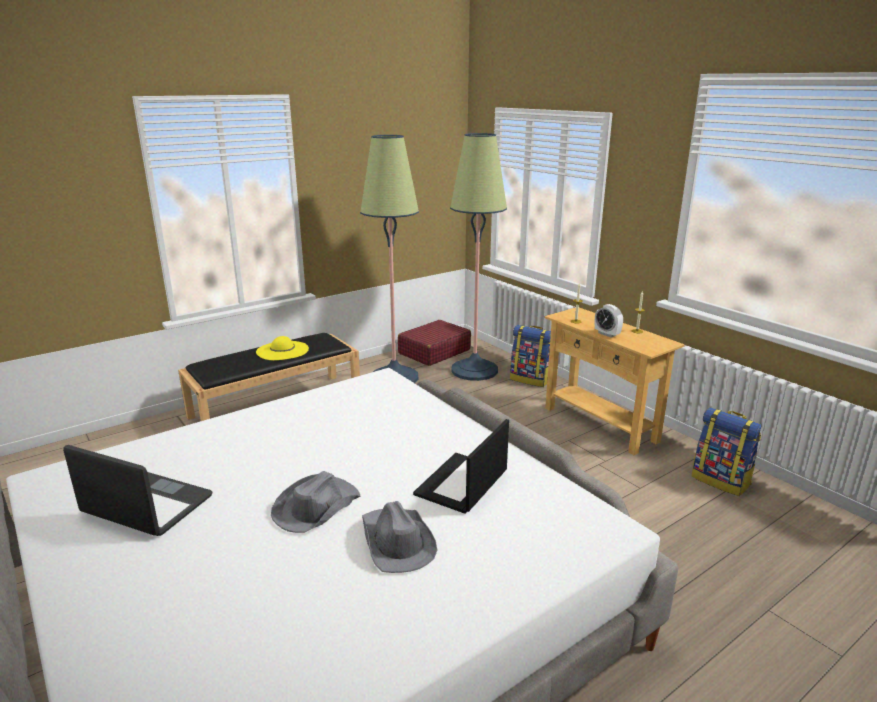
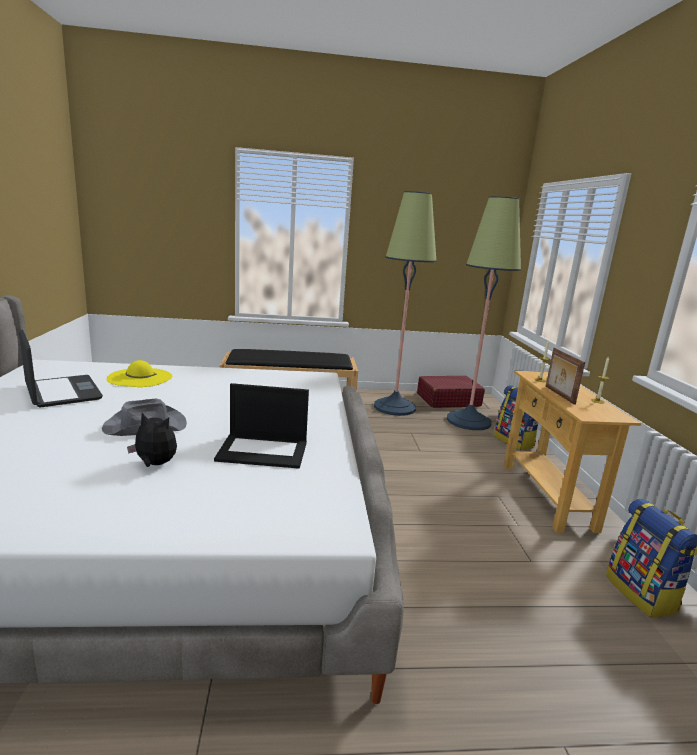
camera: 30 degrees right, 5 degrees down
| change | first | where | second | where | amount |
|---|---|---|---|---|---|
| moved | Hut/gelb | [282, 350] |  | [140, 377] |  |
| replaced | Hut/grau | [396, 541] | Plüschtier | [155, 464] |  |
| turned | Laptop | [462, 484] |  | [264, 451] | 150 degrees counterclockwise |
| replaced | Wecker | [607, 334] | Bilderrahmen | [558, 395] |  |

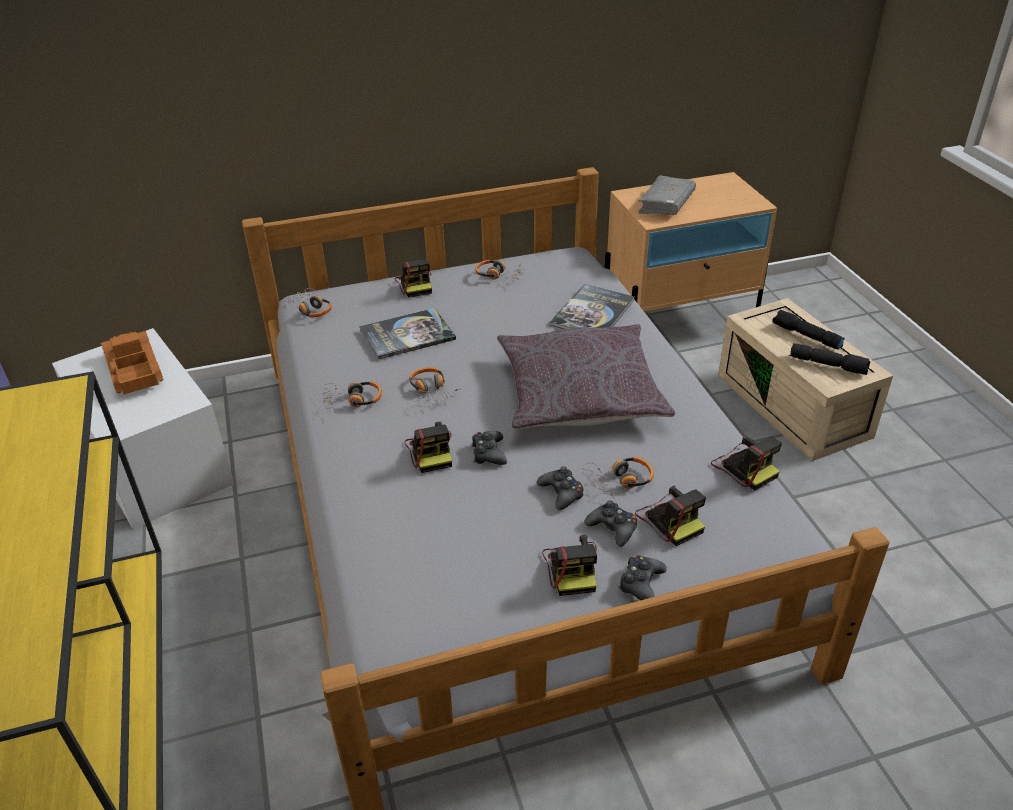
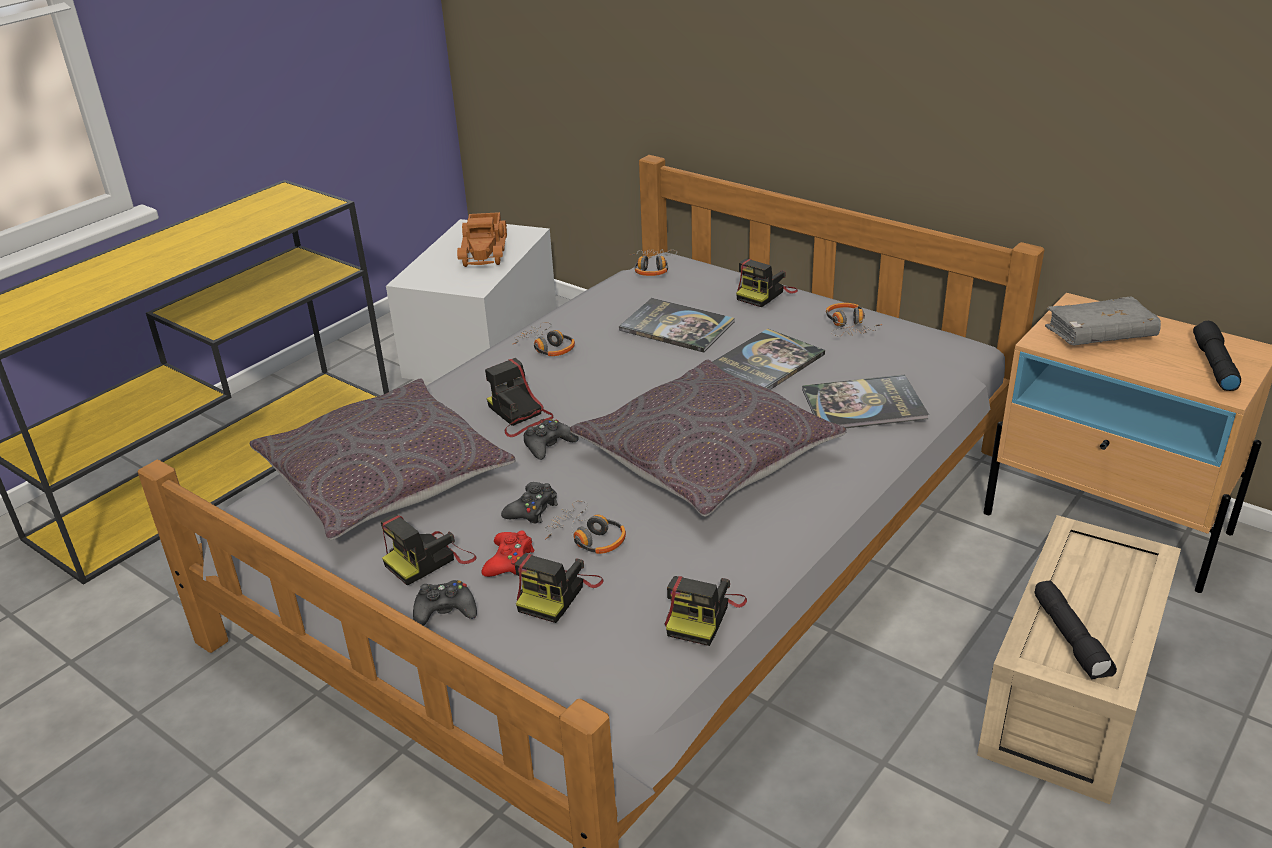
camera: 55 degrees right, 5 degrees down
| change | first | where | second | where | amount |
|---|---|---|---|---|---|
| turned | Spielzeuglaster | [133, 371] |  | [485, 250] | 150 degrees clockwise |
| turned | Kamera | [431, 451] |  | [518, 415] | 105 degrees clockwise |
| removed | Kopfhörer | [431, 391] |  |  |  |
| recoloured | Gamepad/schwarz | [613, 528] | Gamepad/rot | [509, 561] |  |
| moved | Taschenlampe/schwarz | [805, 336] |  | [1213, 365] |  |
| added |  |  | Kissen/grau | [384, 476] |  |
| added |  |  | Buch | [765, 362] |  |

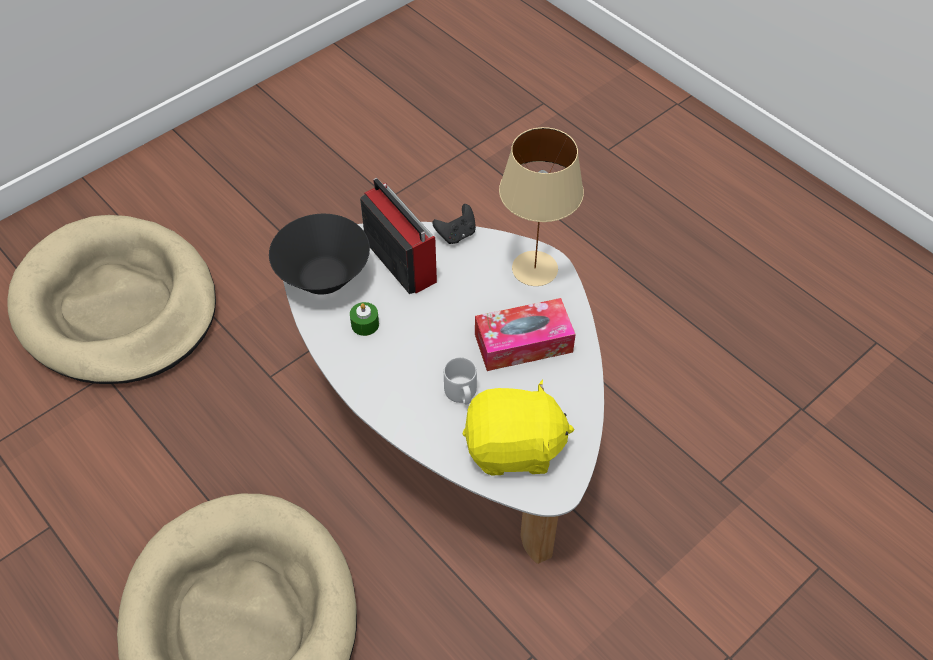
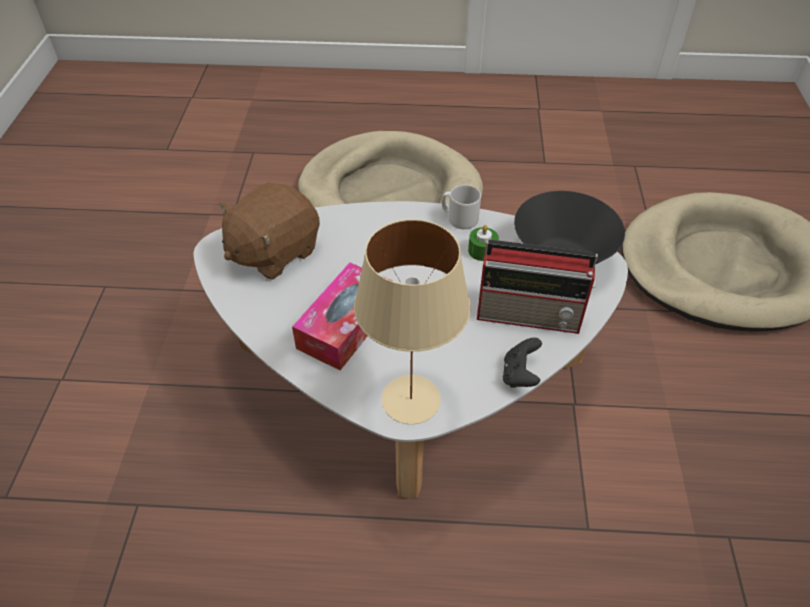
camera: 135 degrees right, 5 degrees down
| change | first | where | second | where | amount |
|---|---|---|---|---|---|
| moved | Henkelbecher/grau | [461, 393] |  | [459, 218] |  |
| recoloured | Plüschtier/gelb | [514, 448] | Plüschtier/braun | [273, 252] |  |

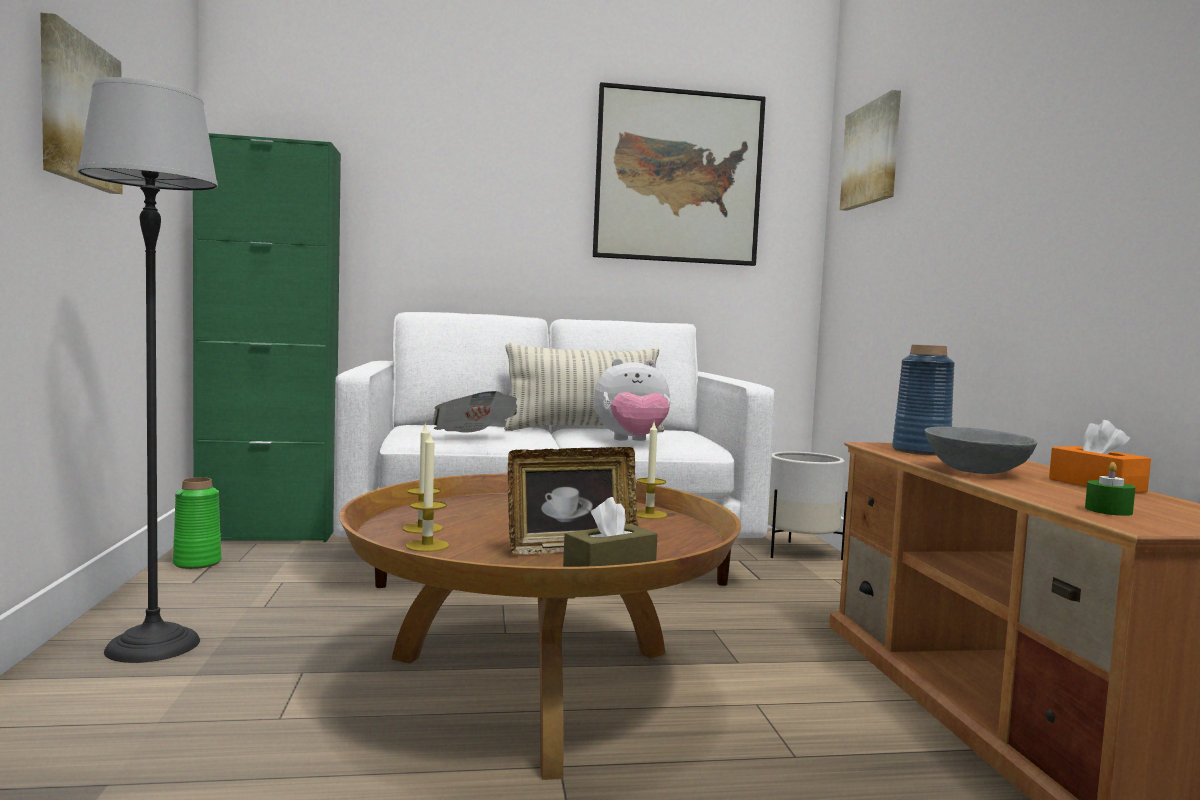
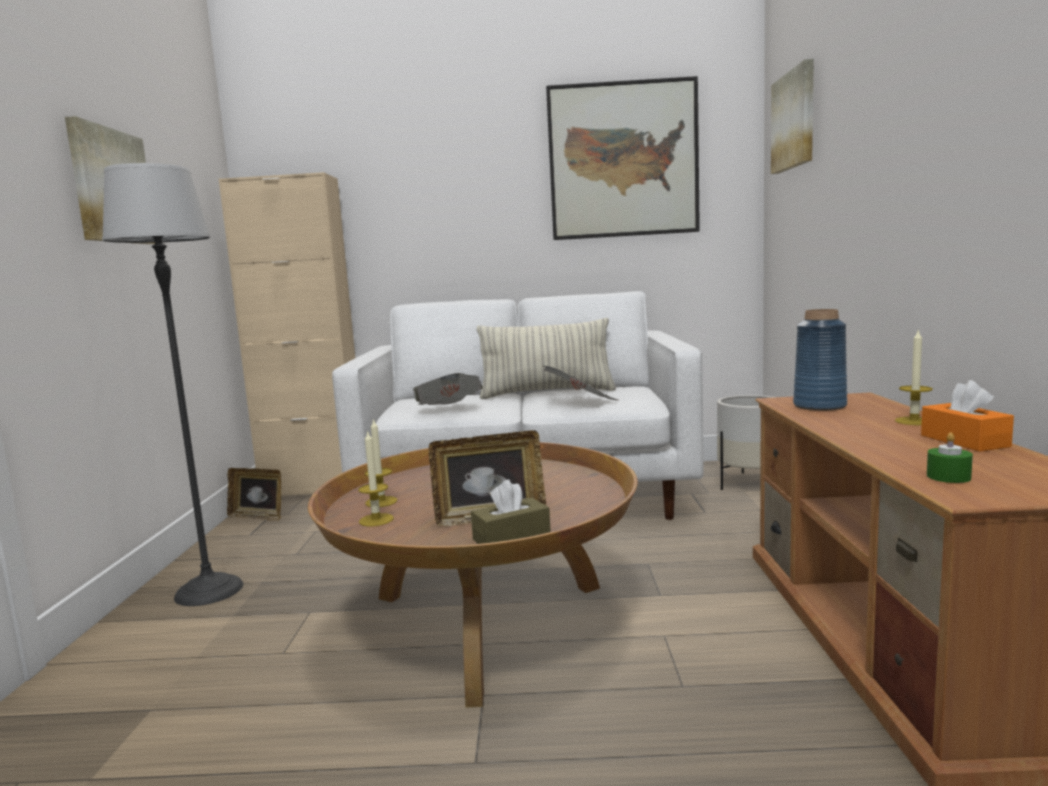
camera: 10 degrees right, 5 degrees up
| change | first | where | second | where | amount |
|---|---|---|---|---|---|
| replaced | Vase/grün | [197, 563] | Bilderrahmen | [258, 516] |  |
| recoloured | Schrank/grün | [267, 535] | Schrank/beige | [315, 488] |  |
| replaced | Plüschtier | [632, 441] | Zeitung | [581, 403] |  |
| moved | Kerze | [649, 514] |  | [914, 421] |  |
| removed | Schüssel/grau | [974, 471] |  |  |  |

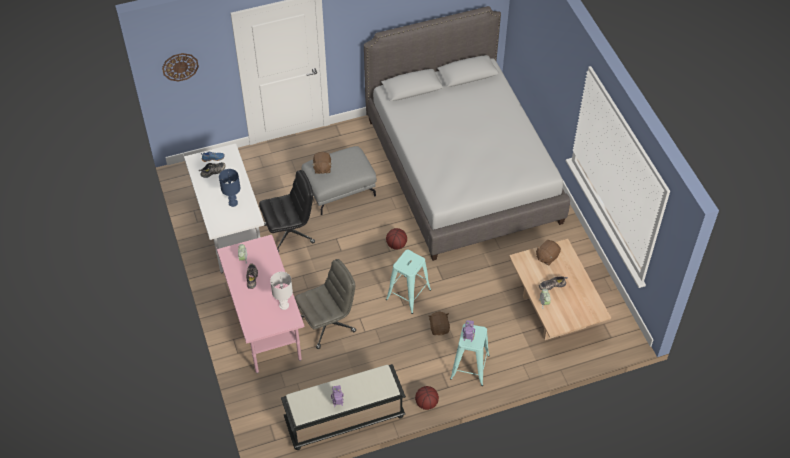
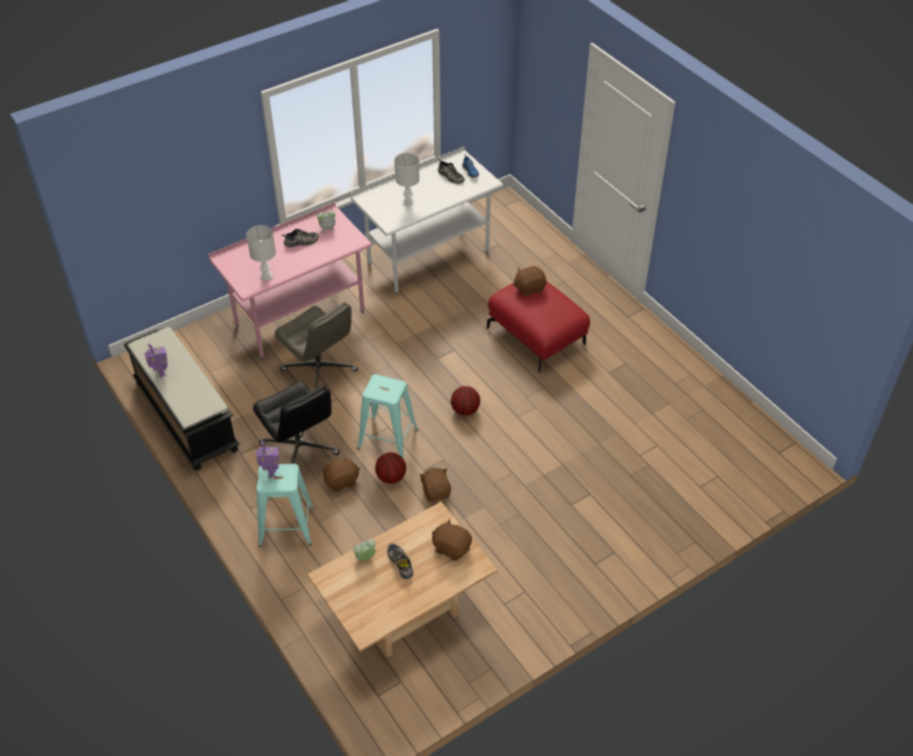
camera: 75 degrees right, 5 degrees down
| change | first | where | second | where | amount |
|---|---|---|---|---|---|
| removed | Wanduhr | [180, 66] |  |  |  |
| recoloured | Tischlampe/blau | [233, 203] | Tischlampe/weiß | [407, 202] |  |
| moved | Bürostuhl/schwarz | [290, 233] |  | [300, 449] |  |
| recoloured | Polsterhocker/grau | [339, 188] | Polsterhocker/rot | [537, 335] |  |
| removed | Bett/grau | [462, 170] |  |  |  |
| moved | Basketball | [426, 403] |  | [391, 477] |  |
| added |  |  | Plüschtier/braun | [436, 491] |  |

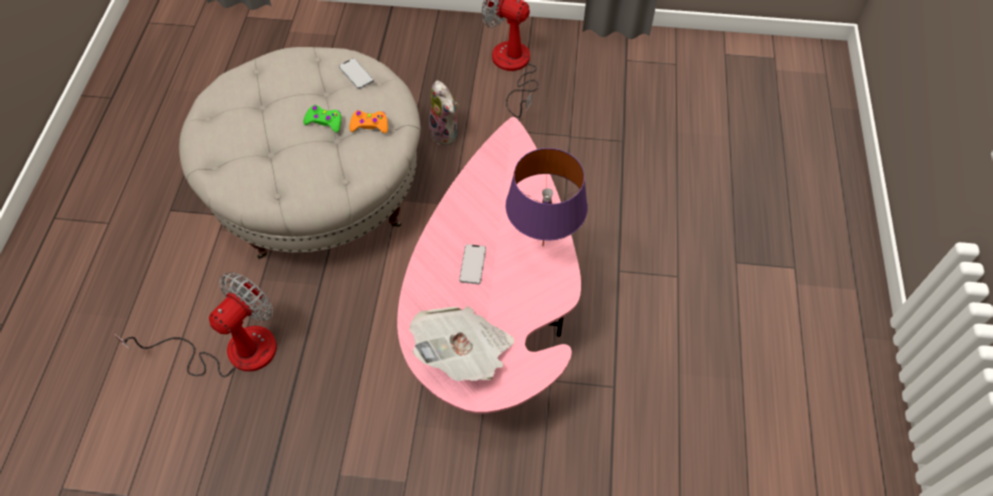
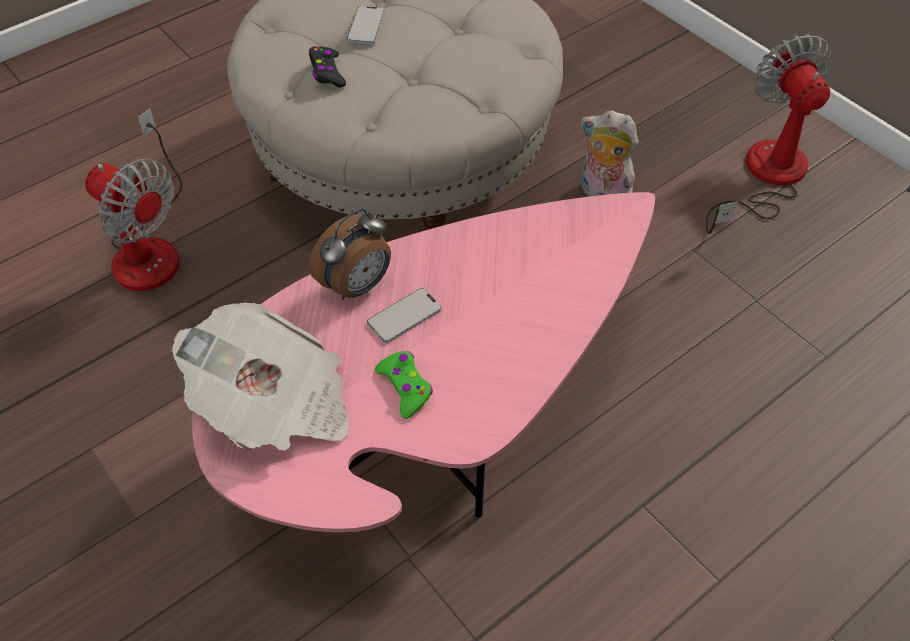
camera: 45 degrees right, 5 degrees down
| change | first | where | second | where | amount |
|---|---|---|---|---|---|
| turned | Ventilator | [233, 350] |  | [150, 246] | 45 degrees clockwise |
| moved | Gamepad/grün | [324, 122] |  | [405, 387] |  |
| moved | Handy | [356, 74] |  | [366, 26] |  |
| removed | Gamepad/orange | [369, 125] |  |  |  |
| turned | Plüschtier | [446, 133] |  | [602, 194] | 105 degrees clockwise |
| removed | Tischlampe/lila | [543, 246] |  |  |  |
| added |  |  | Gamepad/schwarz | [327, 72] |  |
| added |  |  | Wecker | [357, 286] |  |

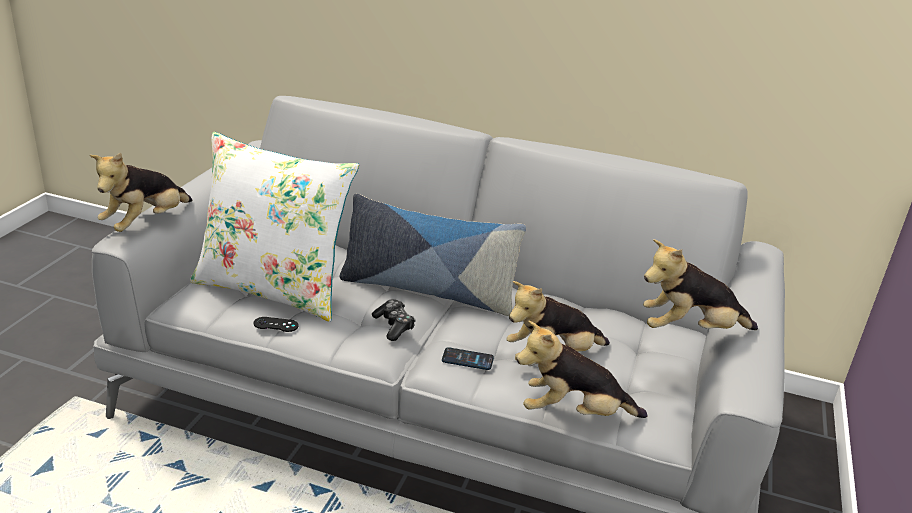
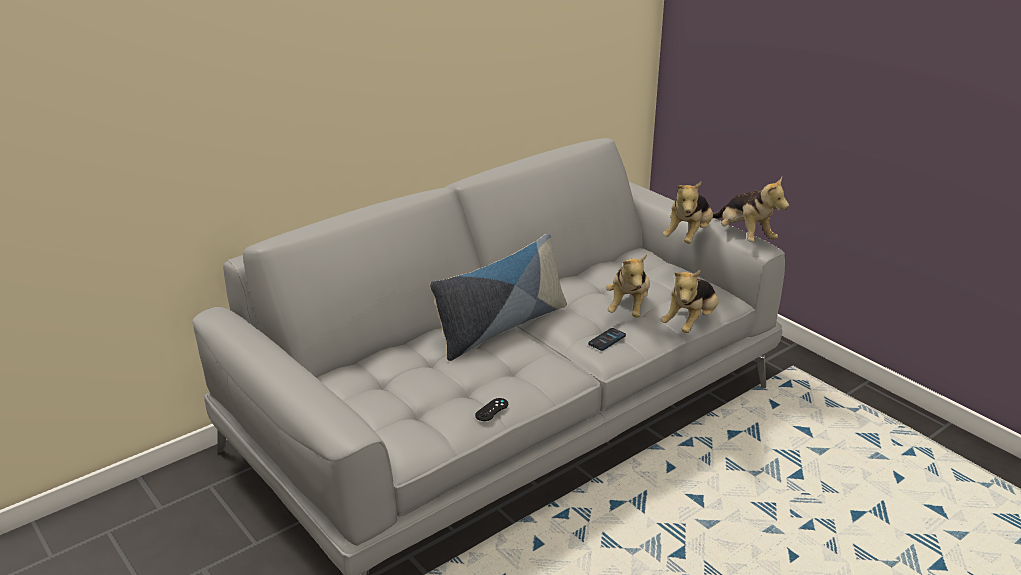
camera: 55 degrees left, 0 degrees up
| change | first | where | second | where | amount |
|---|---|---|---|---|---|
| moved | Plüschtier | [146, 223] |  | [744, 236] |  |
| removed | Kissen/weiß | [273, 288] |  |  |  |
| removed | Gamepad | [394, 326] |  |  |  |

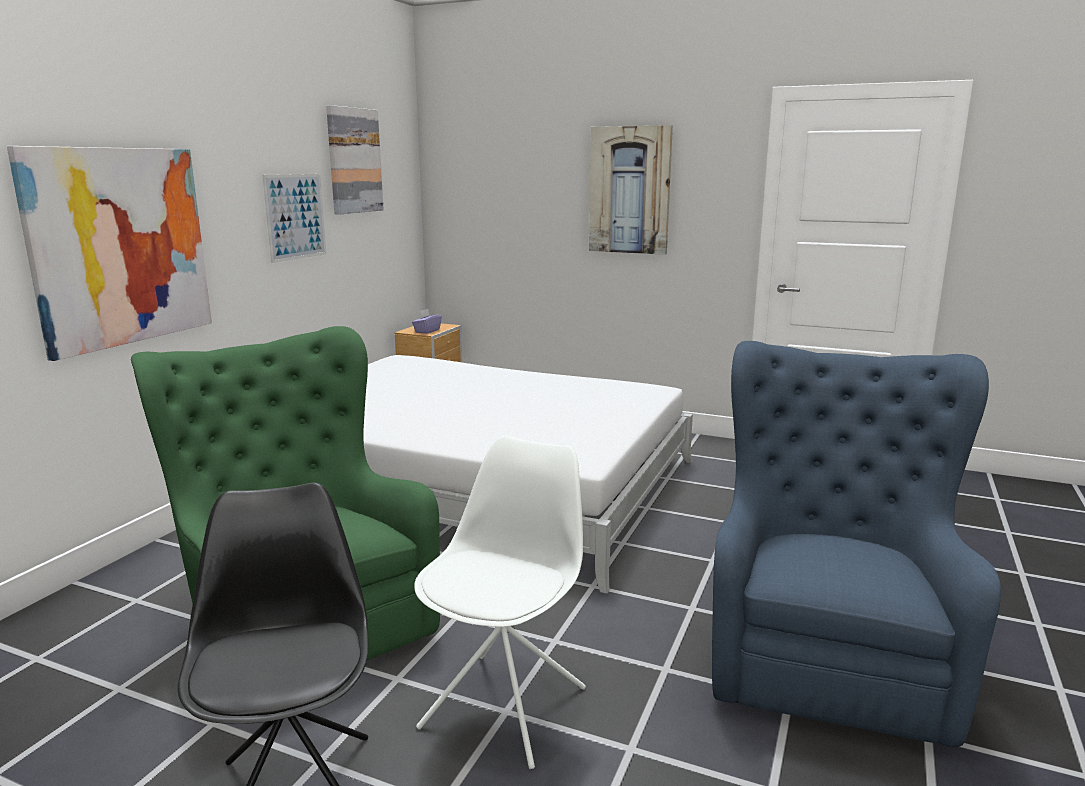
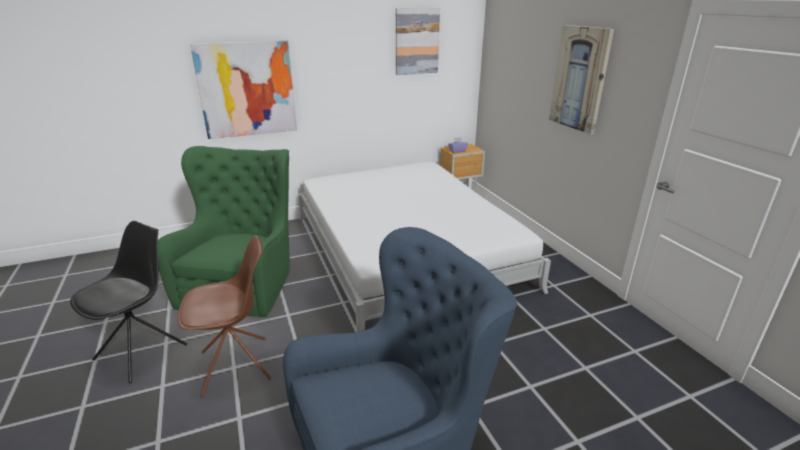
camera: 45 degrees right, 10 degrees up
| change | first | where | second | where | amount |
|---|---|---|---|---|---|
| removed | Bild | [295, 216] |  |  |  |
| recoloured | Stuhl/weiß | [506, 705] | Stuhl/braun | [237, 365] |  |

